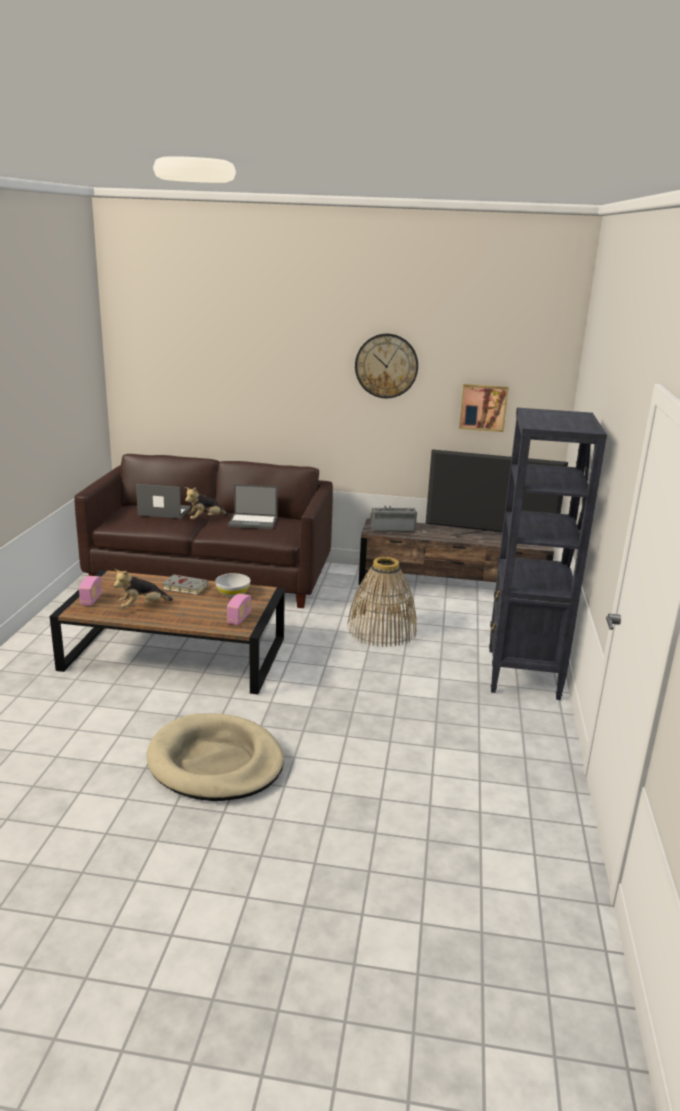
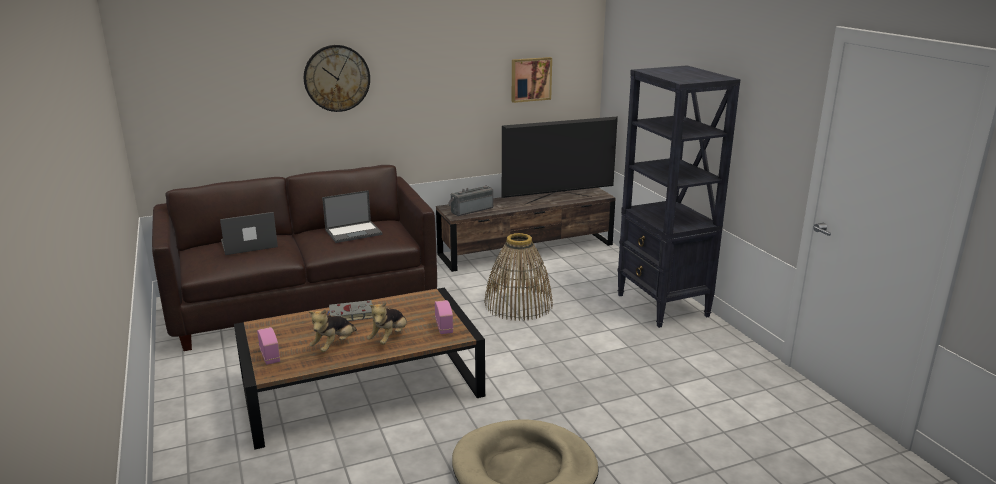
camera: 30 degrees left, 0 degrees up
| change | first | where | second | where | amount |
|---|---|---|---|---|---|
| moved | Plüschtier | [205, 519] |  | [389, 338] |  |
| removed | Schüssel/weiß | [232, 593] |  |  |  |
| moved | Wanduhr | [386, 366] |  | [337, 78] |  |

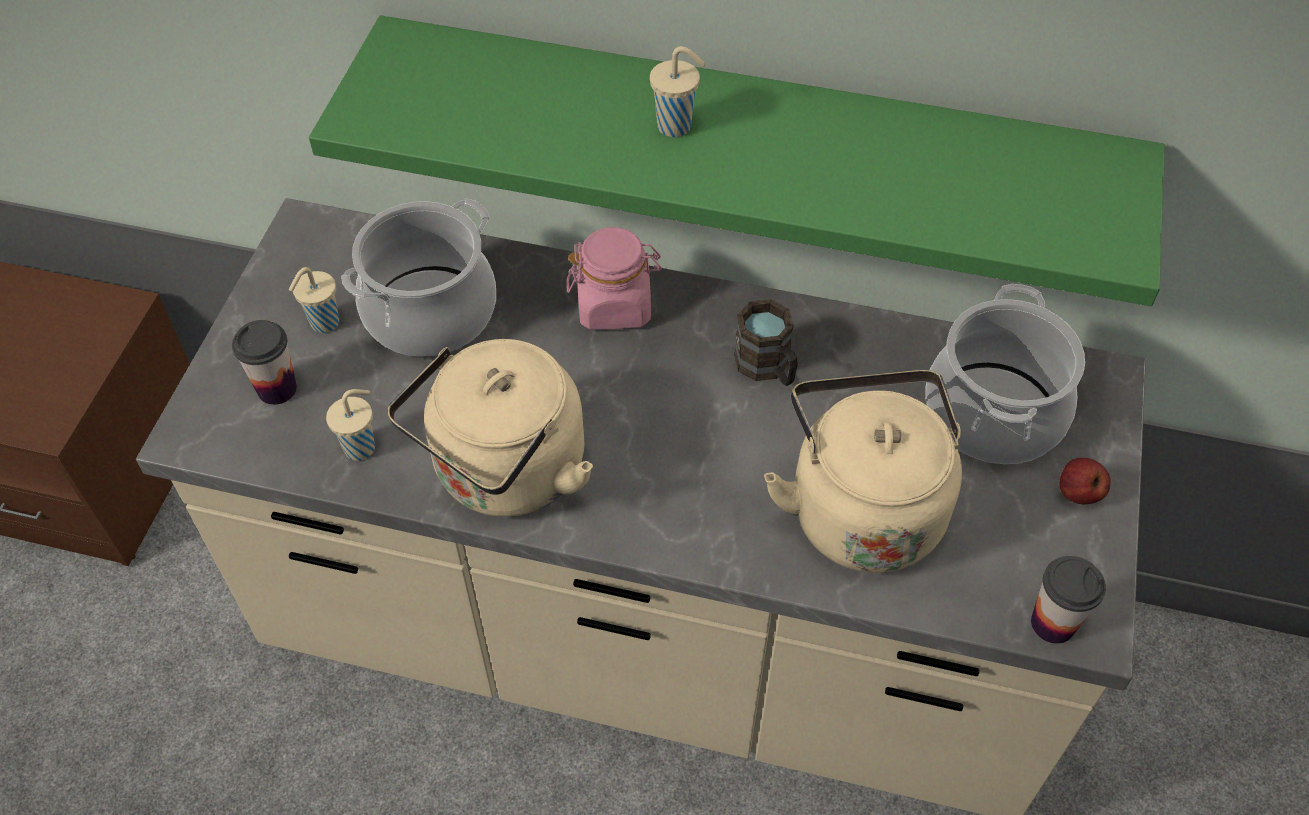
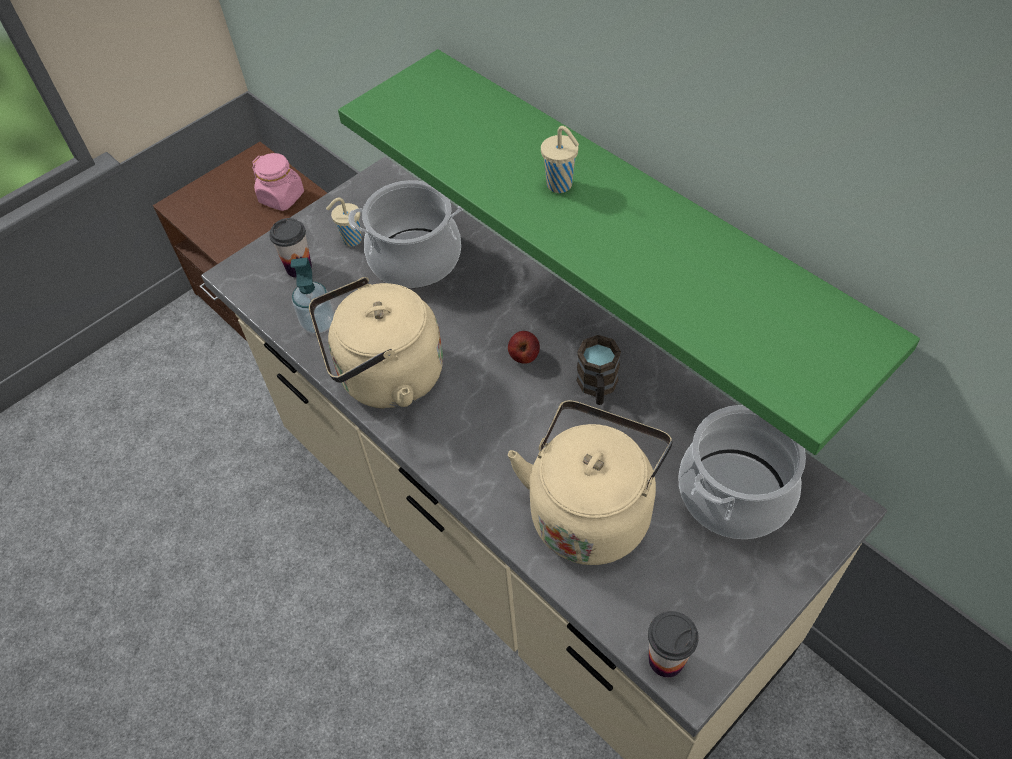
camera: 35 degrees right, 0 degrees up
| change | first | where | second | where | amount |
|---|---|---|---|---|---|
| replaced | Tasse/beige | [361, 447] | Seifenspender | [318, 323] |  |
| moved | Vorratsglas/rosa | [614, 305] |  | [282, 197] |  |
| moved | Apfel | [1077, 493] |  | [524, 357] |  |

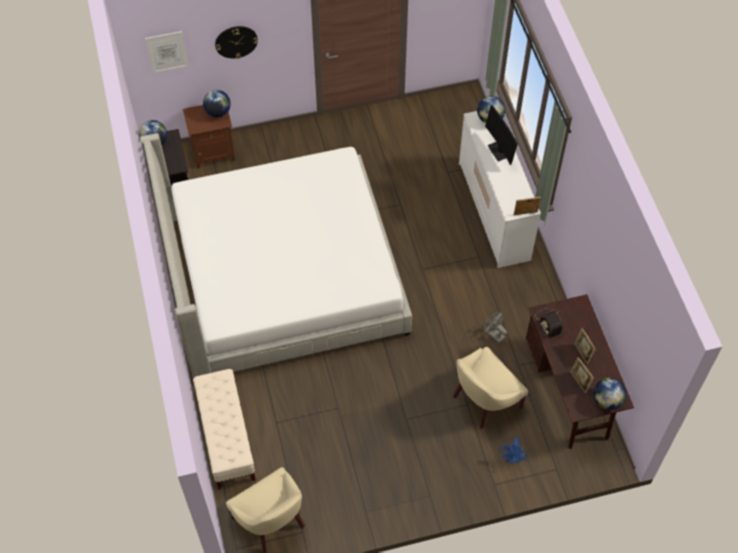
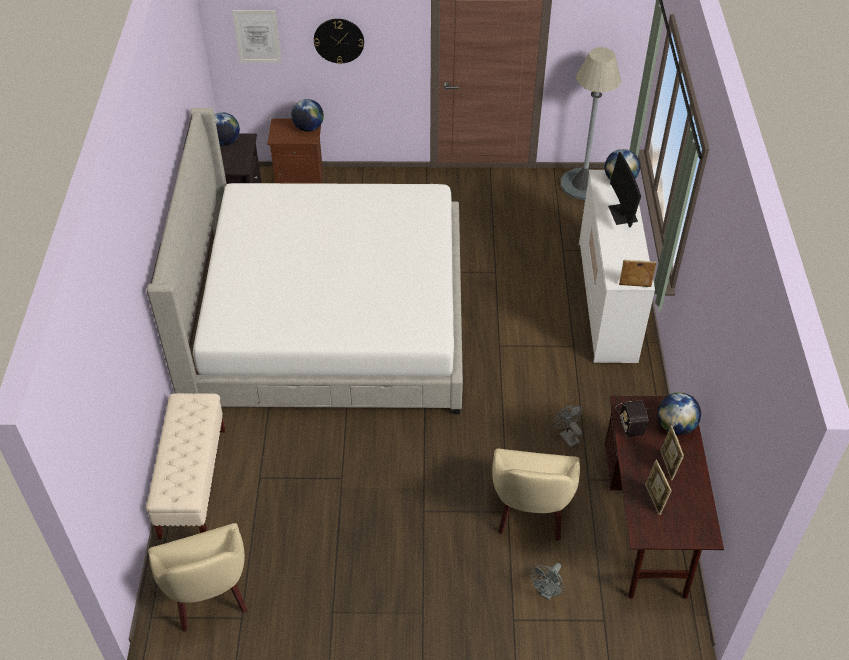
camera: 15 degrees right, 10 degrees down
| change | first | where | second | where | amount |
|---|---|---|---|---|---|
| turned | Sessel/beige | [484, 400] |  | [531, 511] | 60 degrees counterclockwise |
| recoloured | Ventilator/blau | [512, 458] | Ventilator/grau | [547, 592] |  |
| moved | Globus | [607, 400] |  | [675, 426] |  |
| added |  |  | Stehlampe/grau | [583, 184] |  |

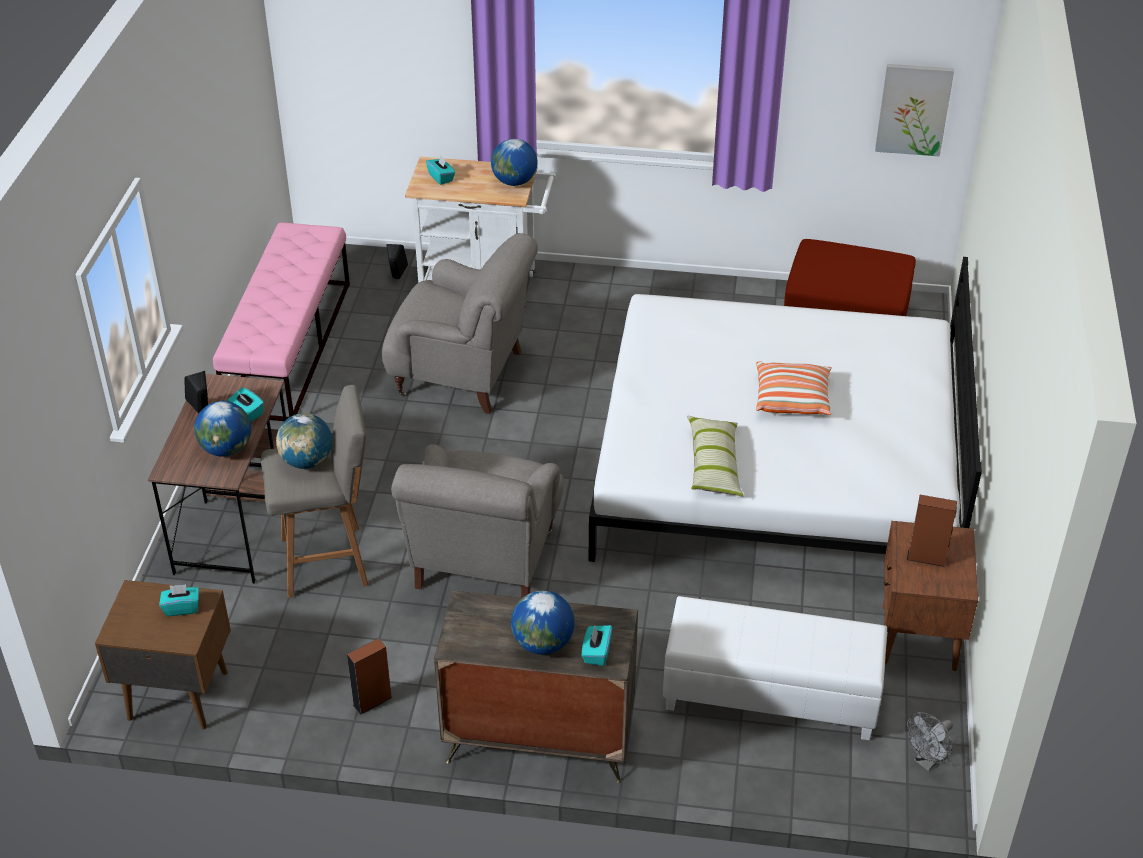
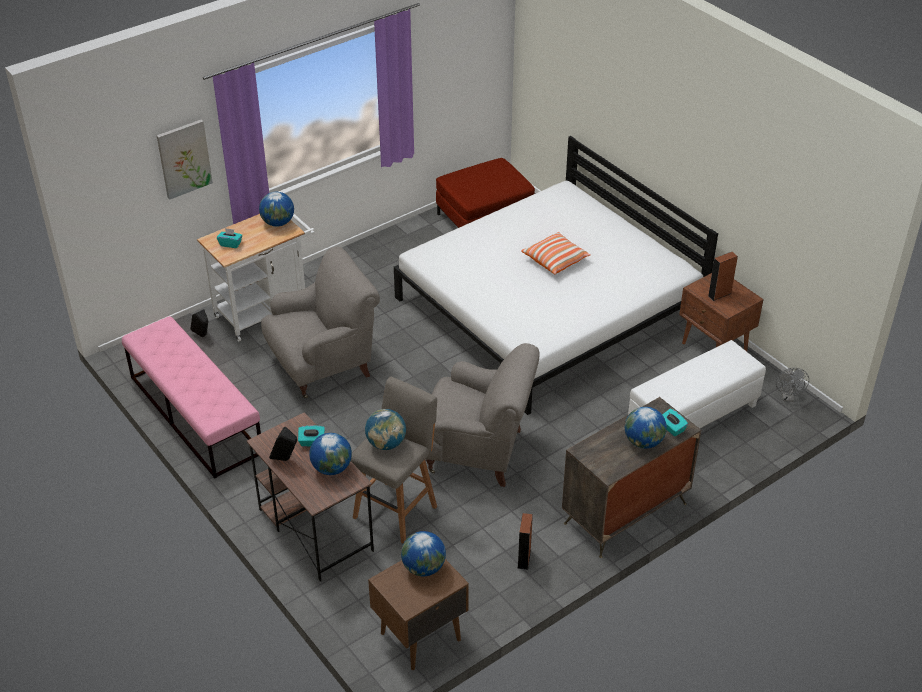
camera: 45 degrees left, 0 degrees up
| change | first | where | second | where | amount |
|---|---|---|---|---|---|
| replaced | Taschentuchbox/türkis | [182, 608] | Globus | [423, 568] |  |
| turned | Sessel/grau | [483, 561] |  | [478, 452] | 45 degrees counterclockwise |
| removed | Kissen | [714, 465] |  |  |  |
| moved | Bild | [913, 109] |  | [184, 158] |  |

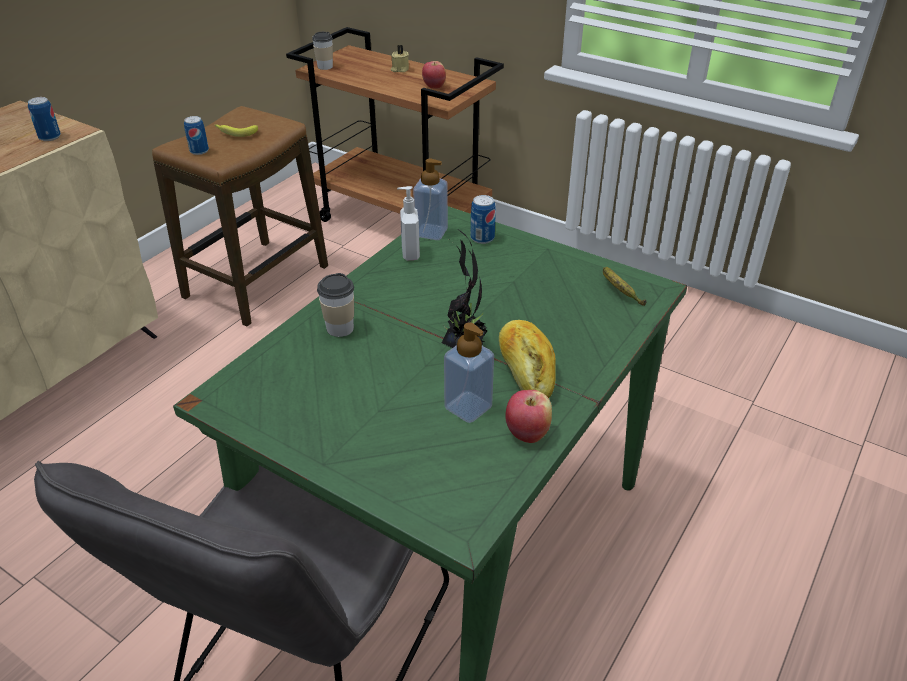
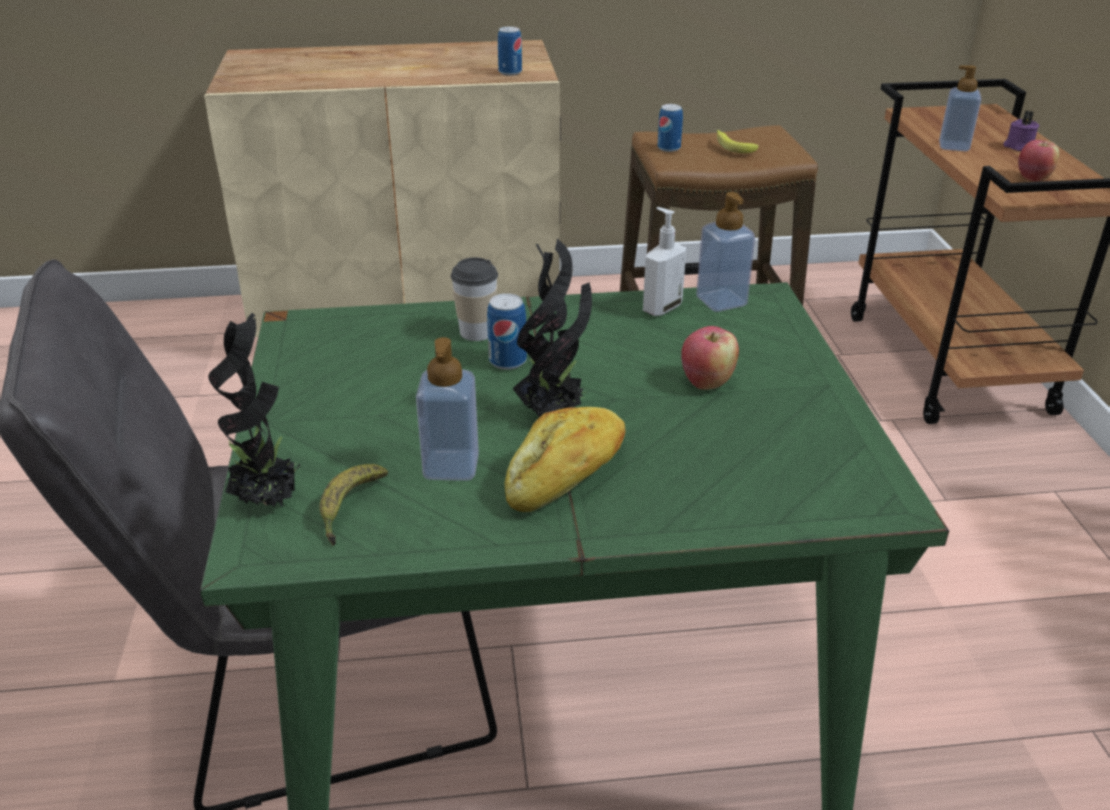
camera: 50 degrees right, 5 degrees down
| change | first | where | second | where | amount |
|---|---|---|---|---|---|
| removed | Tasse | [325, 67] |  |  |  |
| recoloured | Kerze/beige | [399, 69] | Kerze/lila | [1018, 146] |  |
| moved | Dose | [482, 238] |  | [507, 361] |  |
| moved | Apfel | [527, 433] |  | [707, 382] |  |
| moved | Banane | [619, 292] |  | [350, 509] |  |
| added |  |  | Topfpflanze | [268, 501] |  |
| added |  |  | Seifenspender | [953, 146] |  |

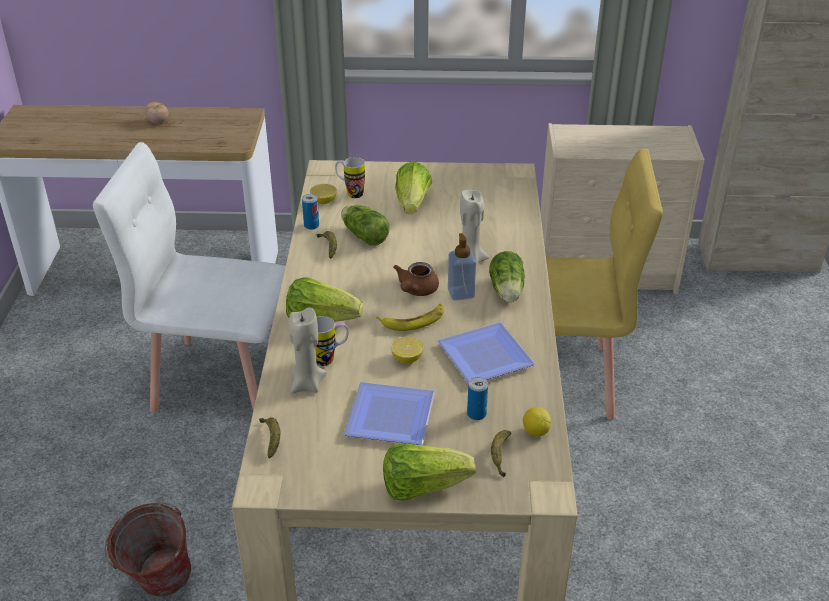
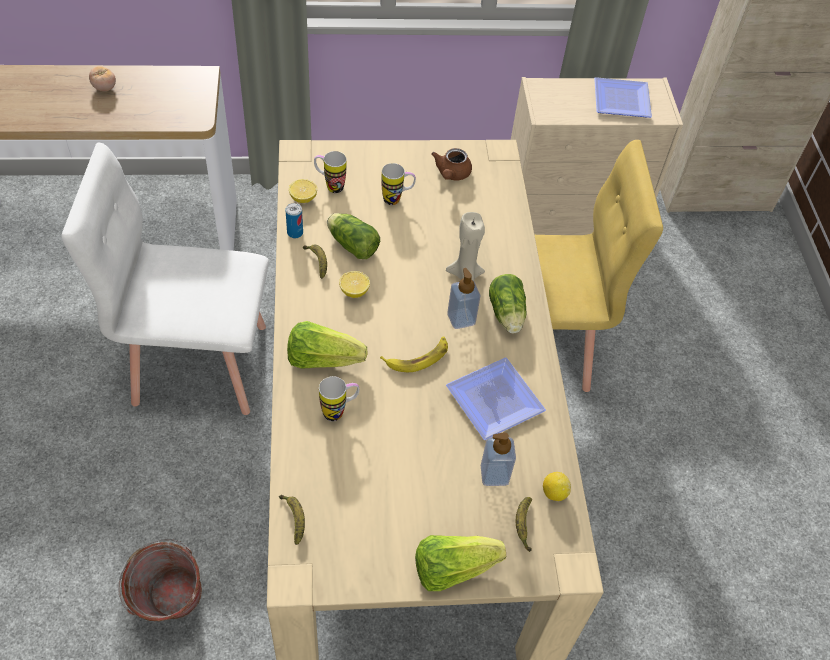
camera: 10 degrees left, 15 degrees up
| change | first | where | second | where | amount |
|---|---|---|---|---|---|
| removed | Kerze/beige | [307, 384] |  |  |  |
| moved | Teller | [392, 419] |  | [623, 102] |  |
| moved | Zitrone | [407, 358] |  | [354, 291] |  |
| moved | Teekanne/braun | [416, 290] |  | [451, 174] |  |
| replaced | Salatkopf | [412, 204] | Henkelbecher | [397, 199] |  |
| replaced | Dose | [476, 414] | Seifenspender | [494, 474] |  |

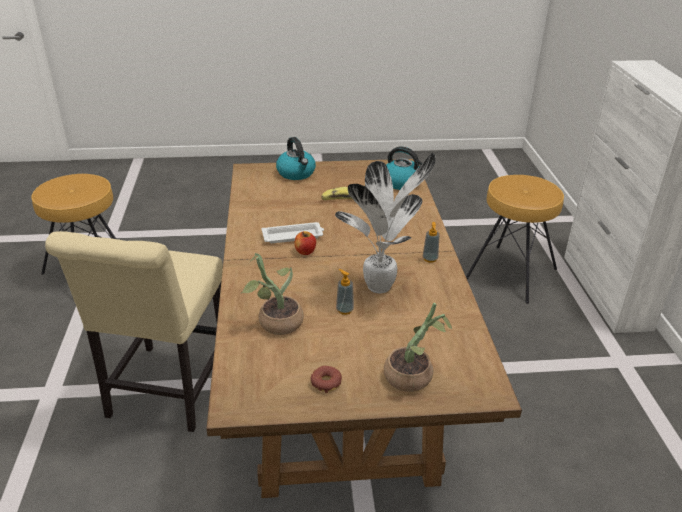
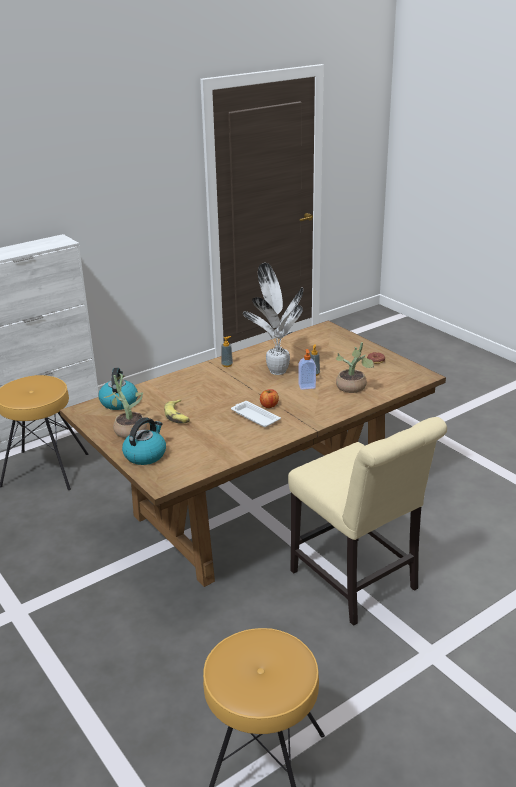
camera: 120 degrees left, 5 degrees down
| change | first | where | second | where | amount |
|---|---|---|---|---|---|
| turned | Stuhl/beige | [166, 392] |  | [358, 584] | 75 degrees clockwise |
| moved | Topfpflanze | [414, 376] |  | [128, 429] |  |
| added |  |  | Seifenspender | [306, 386] |  |

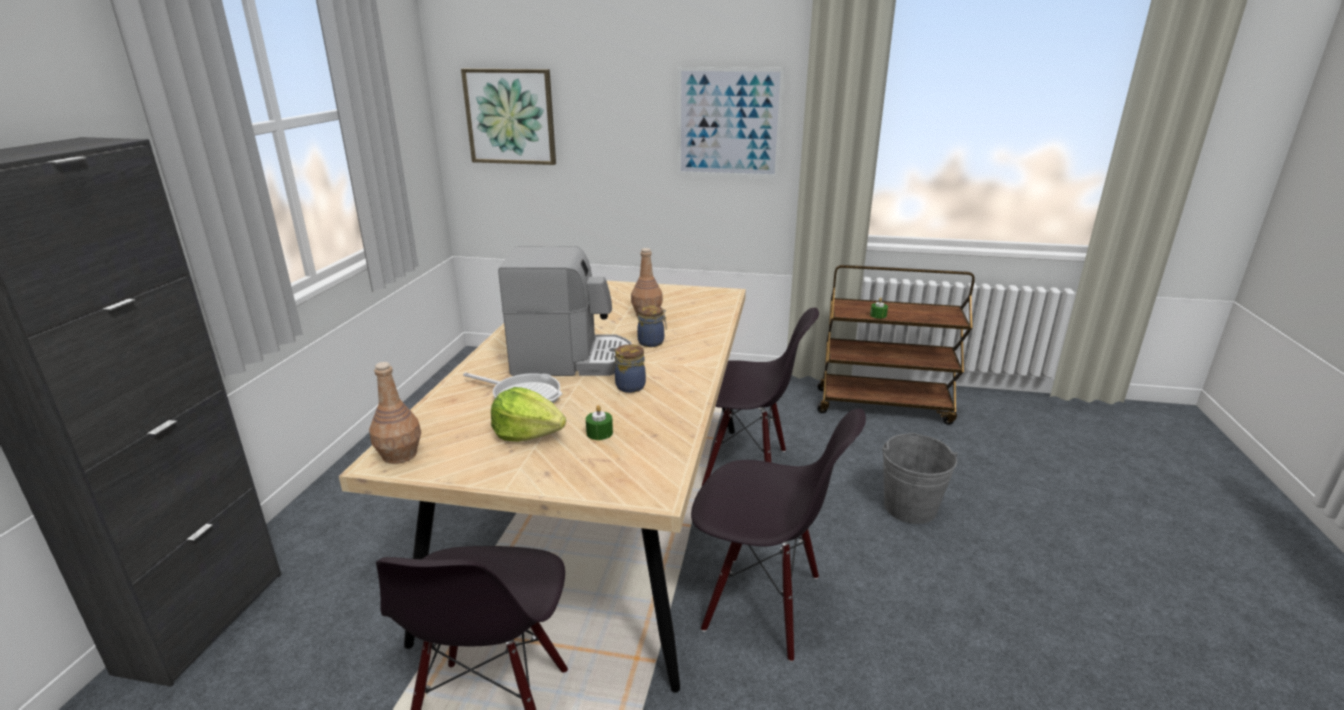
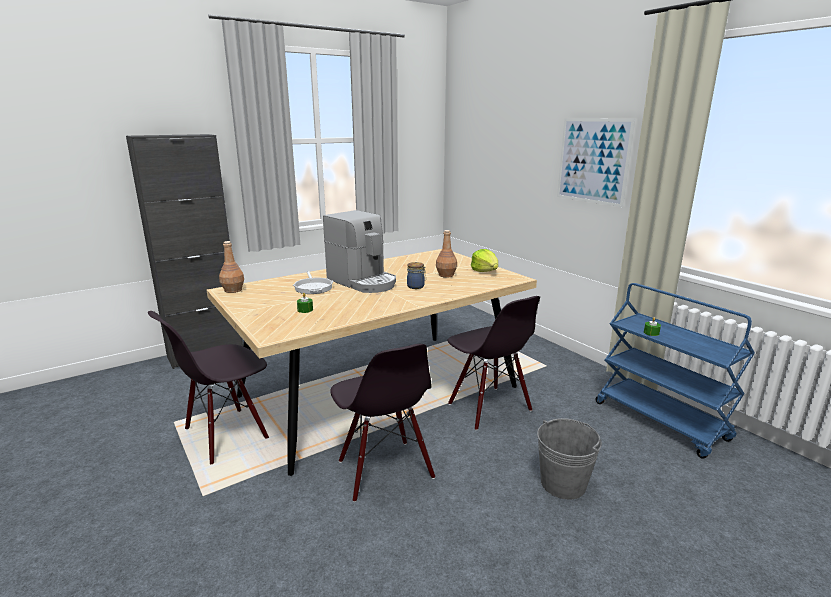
camera: 45 degrees right, 5 degrees down
| change | first | where | second | where | amount |
|---|---|---|---|---|---|
| removed | Bild | [510, 116] |  |  |  |
| moved | Salatkopf | [527, 433] |  | [485, 271] |  |
| removed | Vorratsglas | [629, 386] |  |  |  |
| recoloured | Rollwagen/braun | [884, 406] | Rollwagen/blau | [661, 421] |  |

